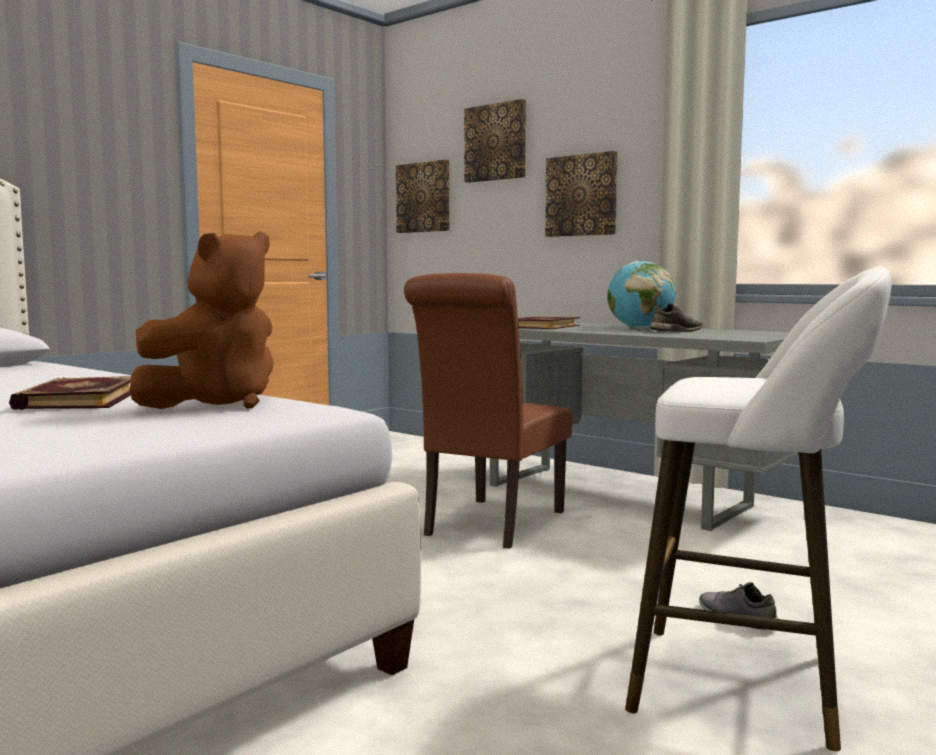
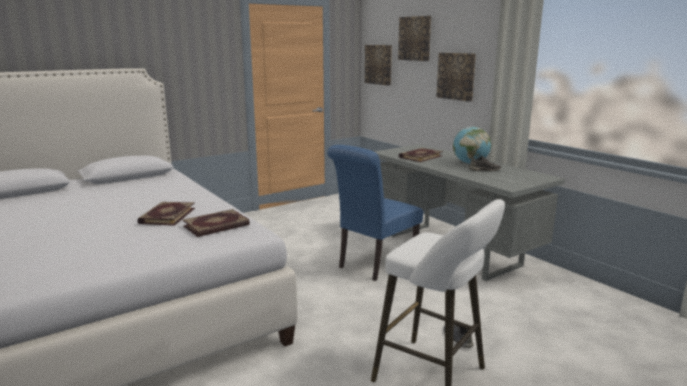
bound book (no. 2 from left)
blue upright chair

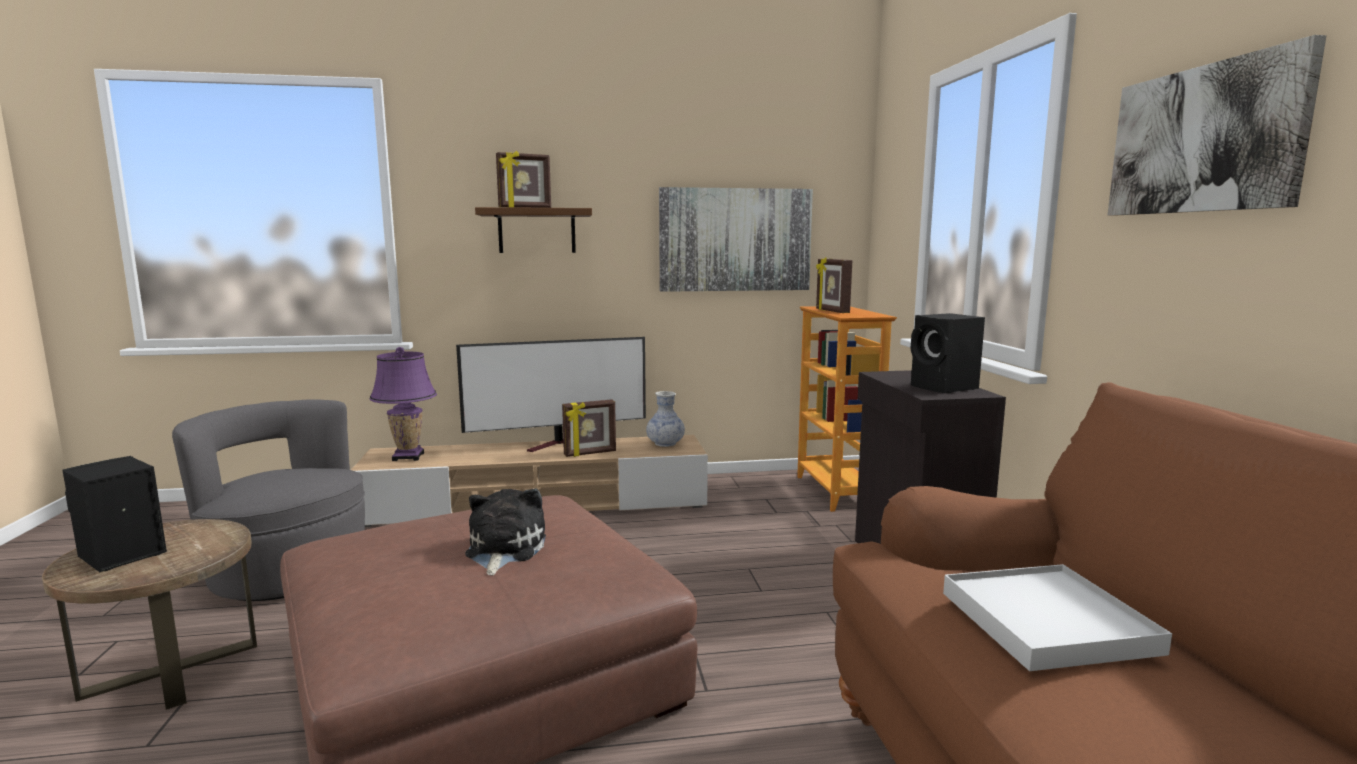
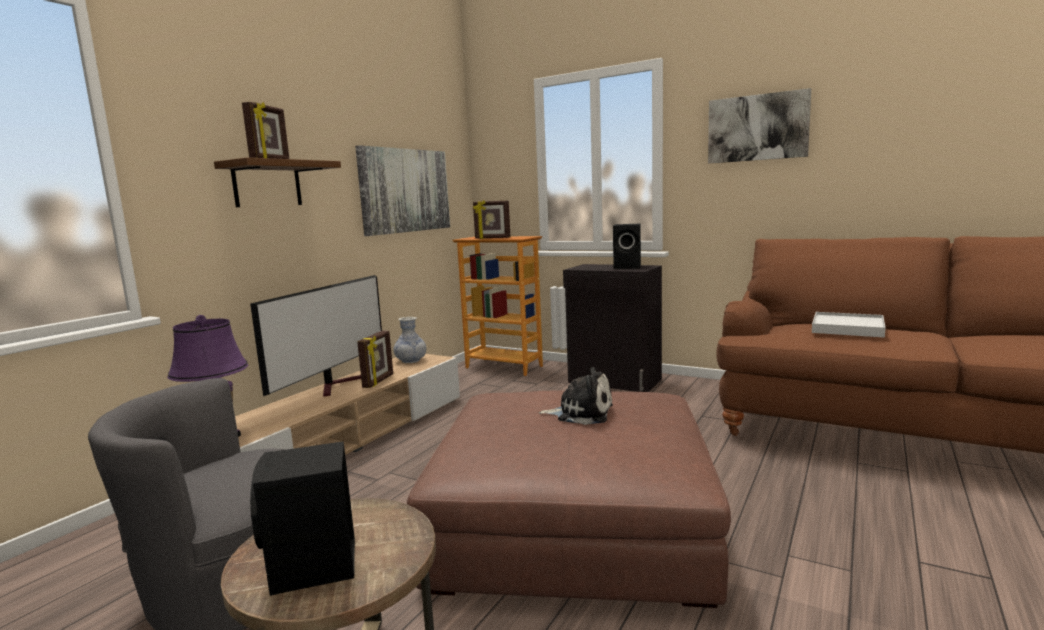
soft toy

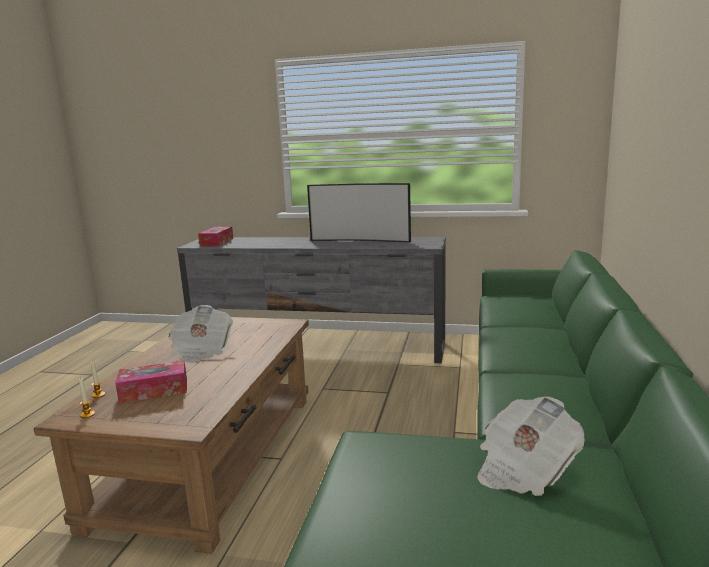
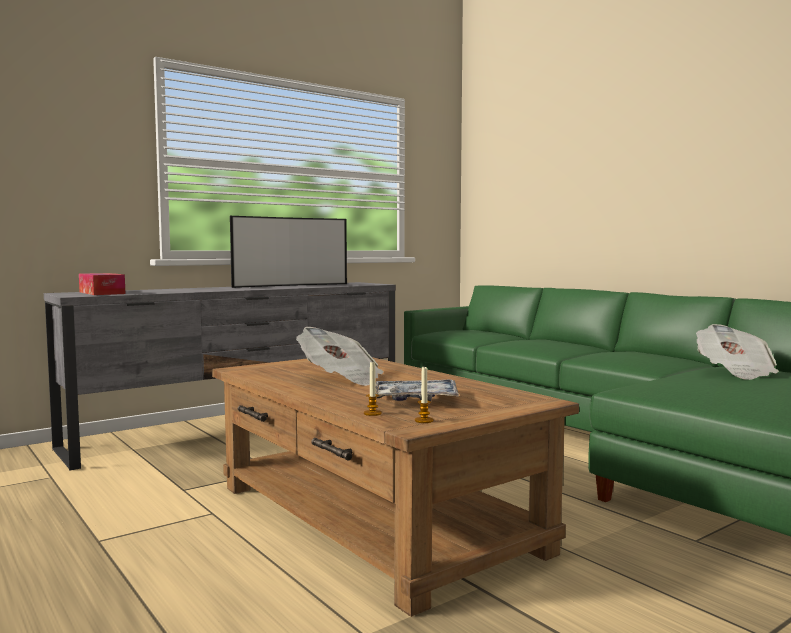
carrying tray

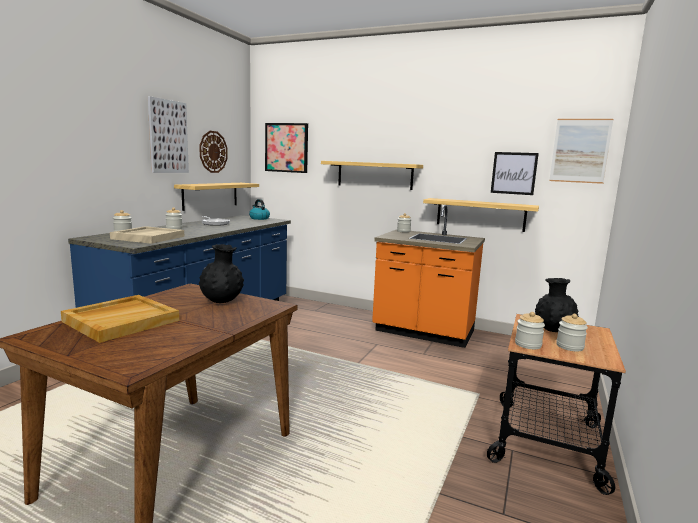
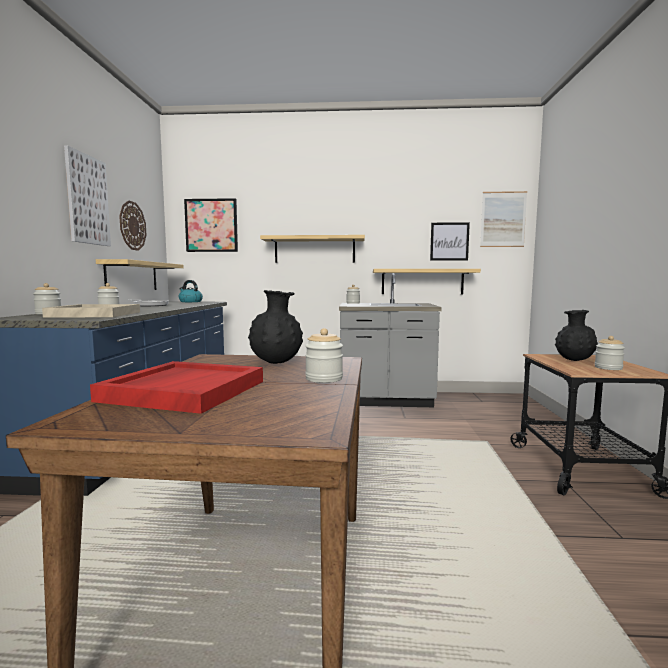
reddish carrying tray
gray kitchen counter
jar (no. 3 from left)

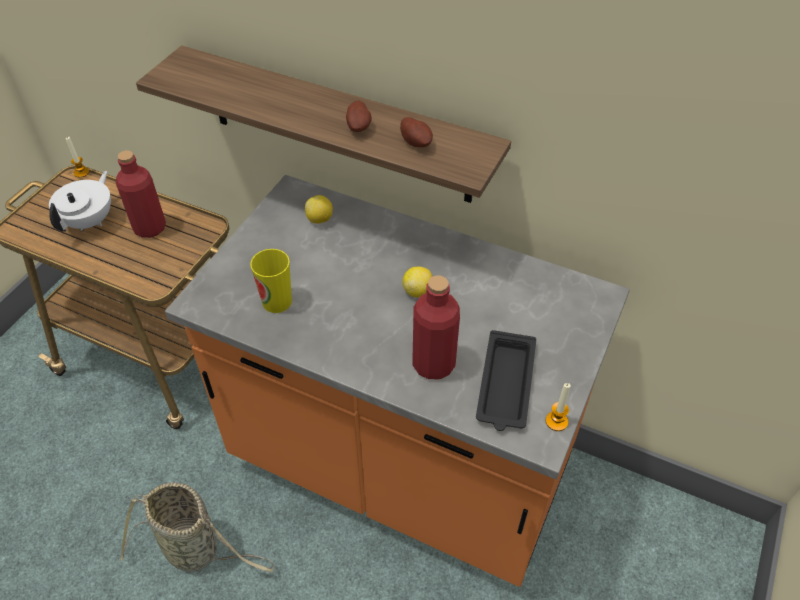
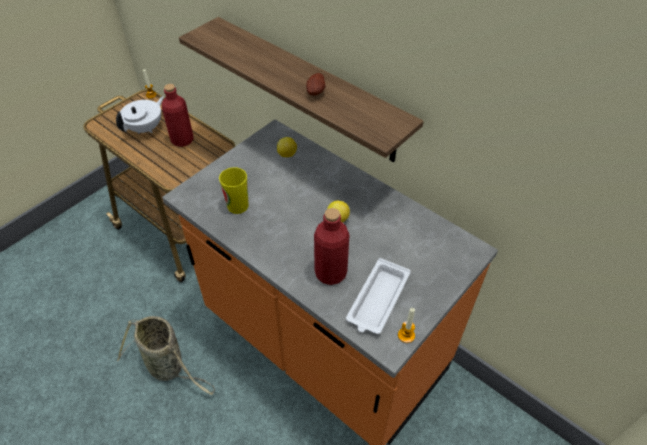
spud (no. 2 from left in the first image)
white carrying tray

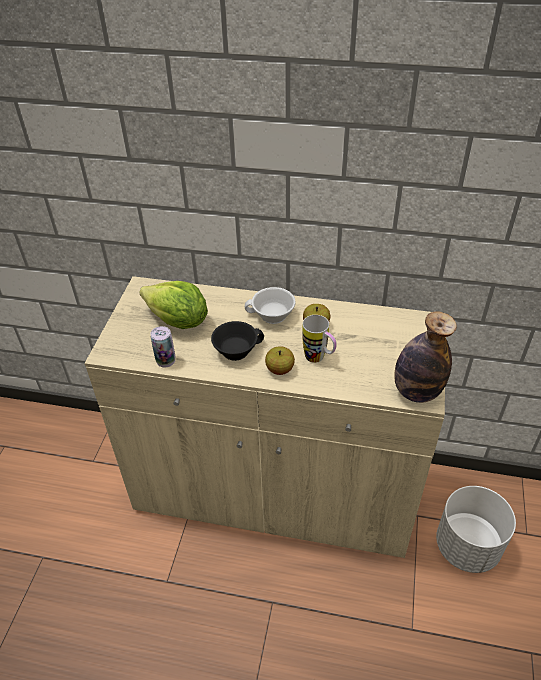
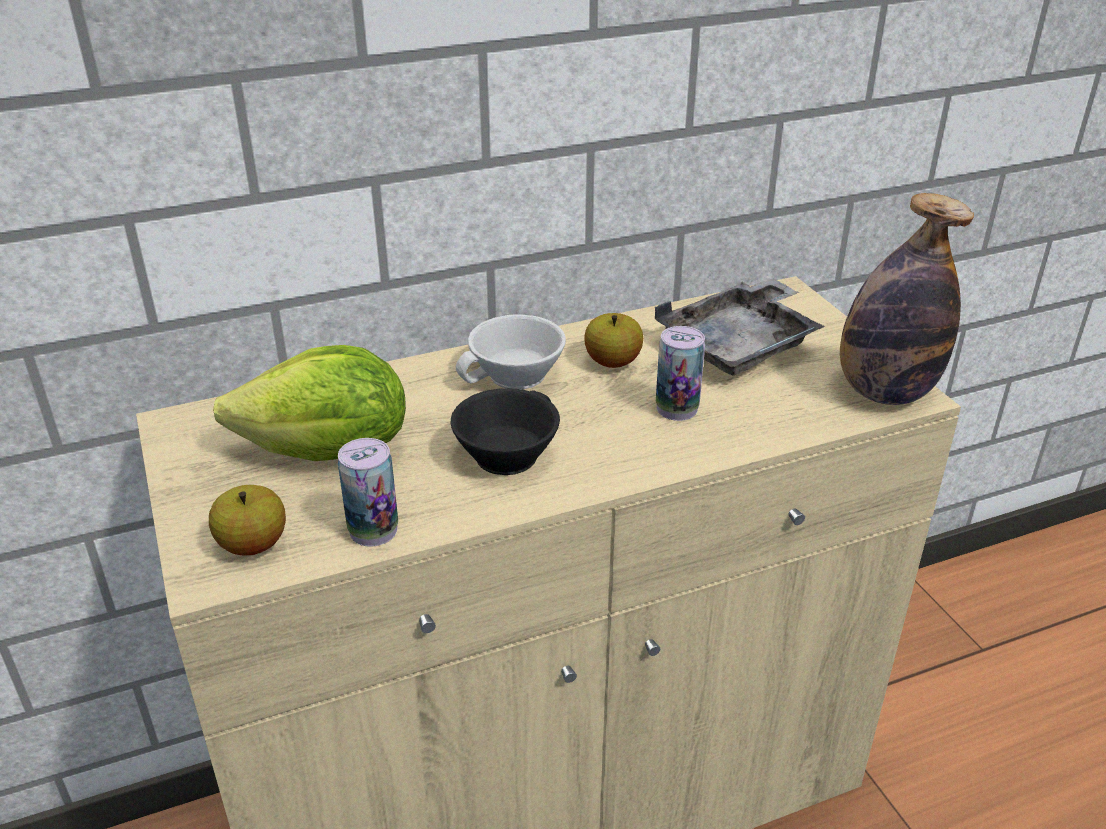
apple (no. 1 from left)
can (no. 2 from left)
white planter
gray carrying tray

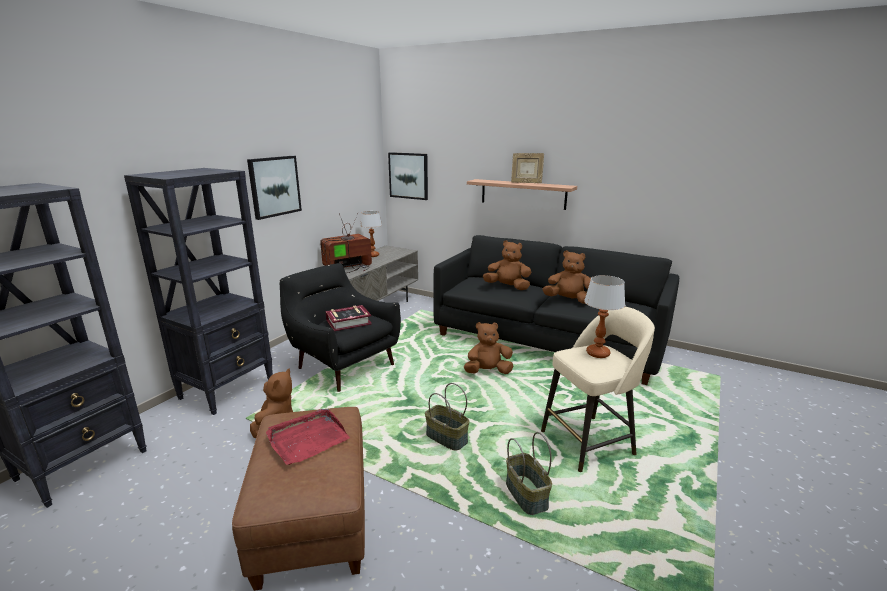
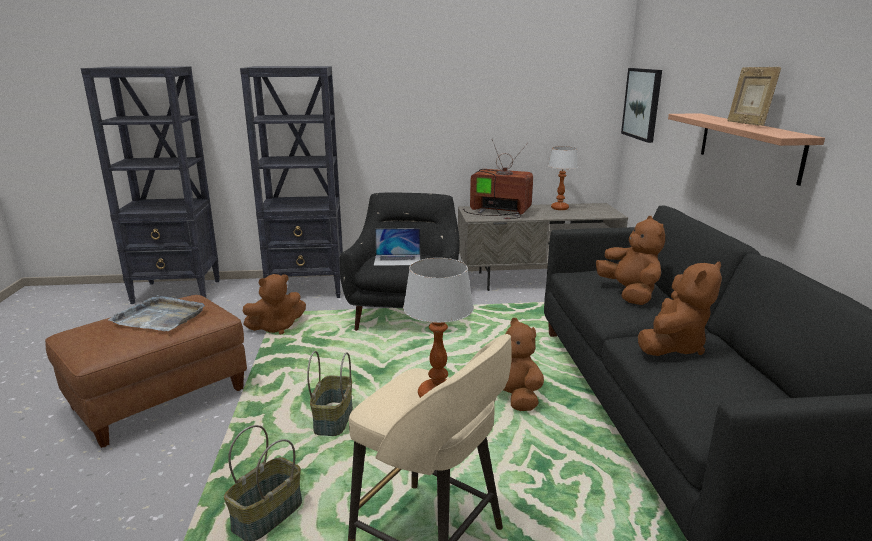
wall art (no. 1 from left in the first image)
gray carrying tray
notebook computer
brown soft toy (no. 4 from left)

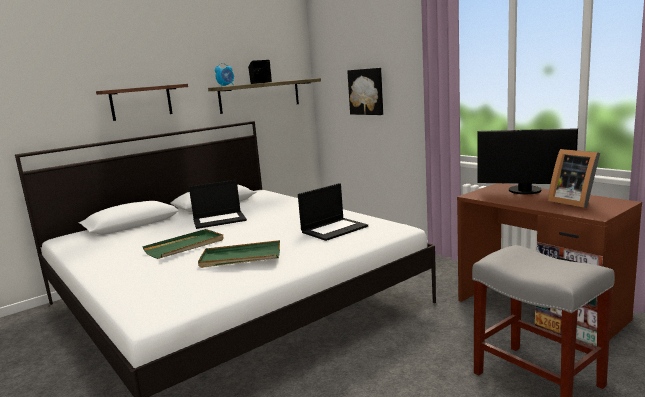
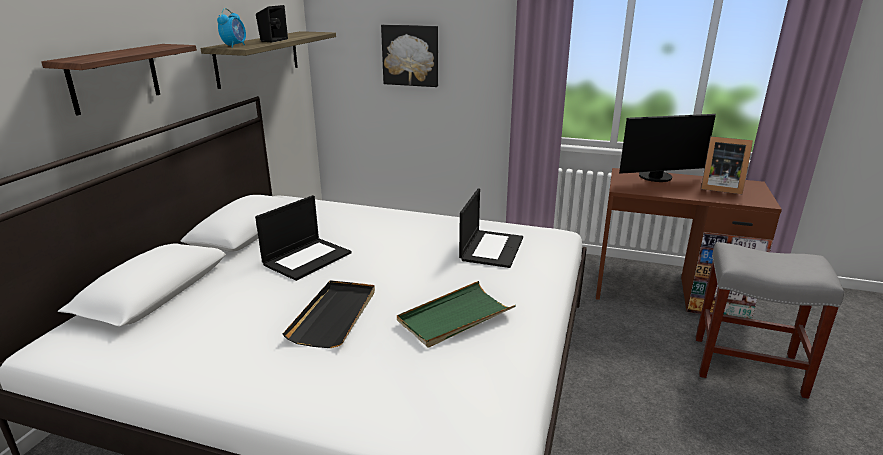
blackish carrying tray

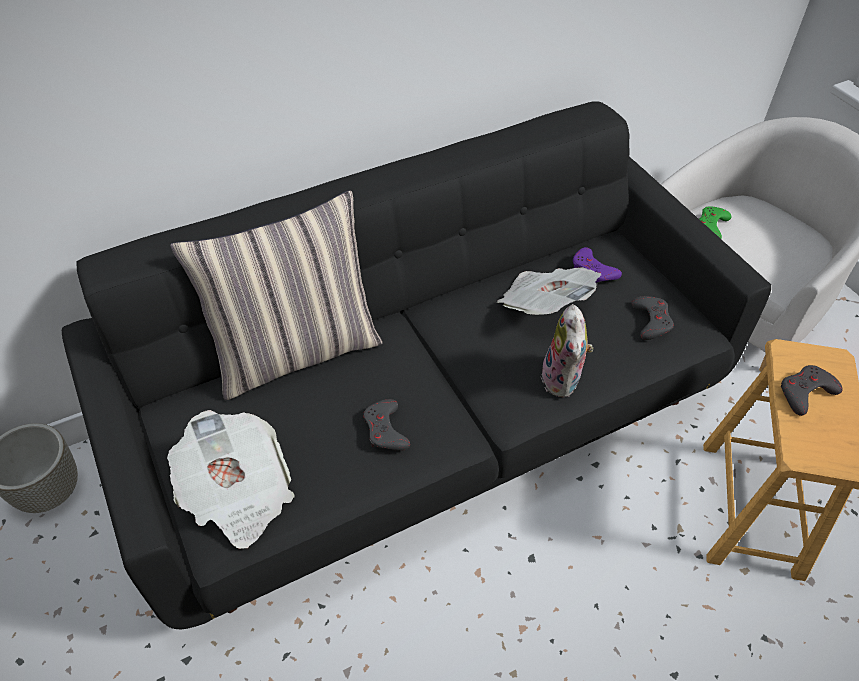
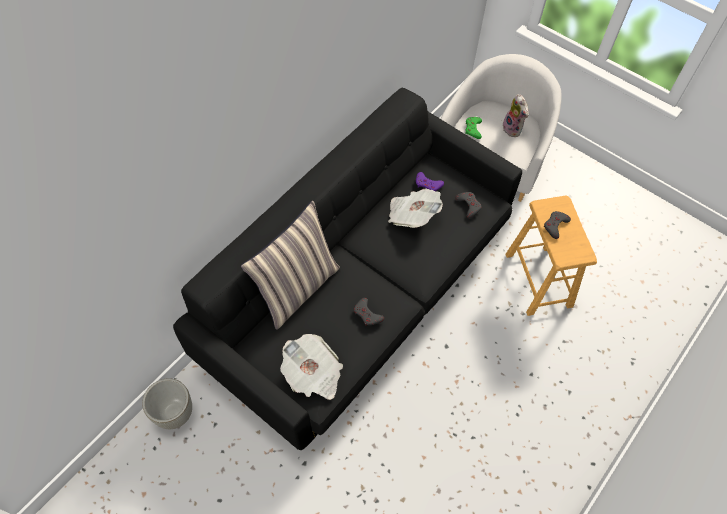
soft toy

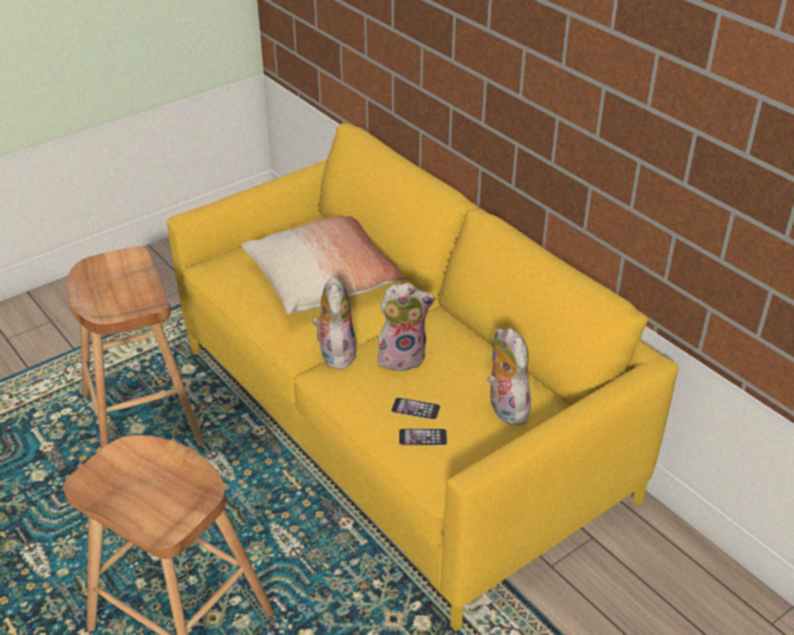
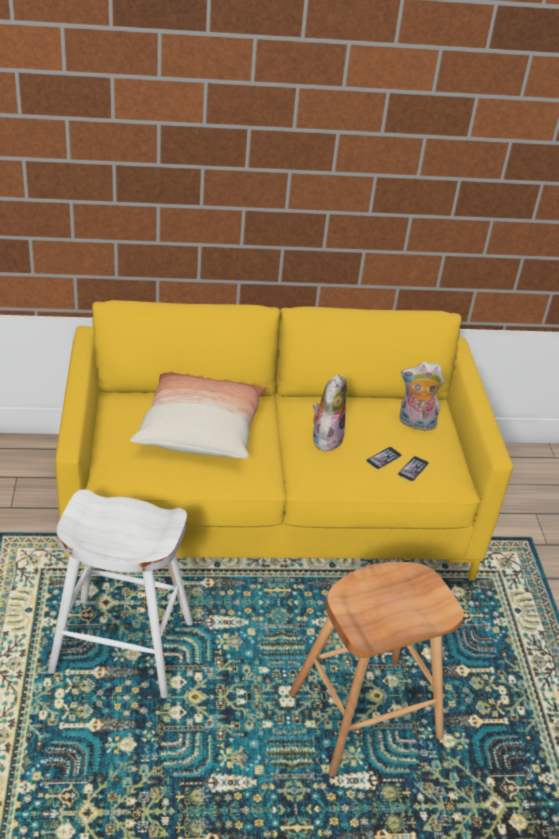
white sitting stool
soft toy (no. 1 from left in the first image)

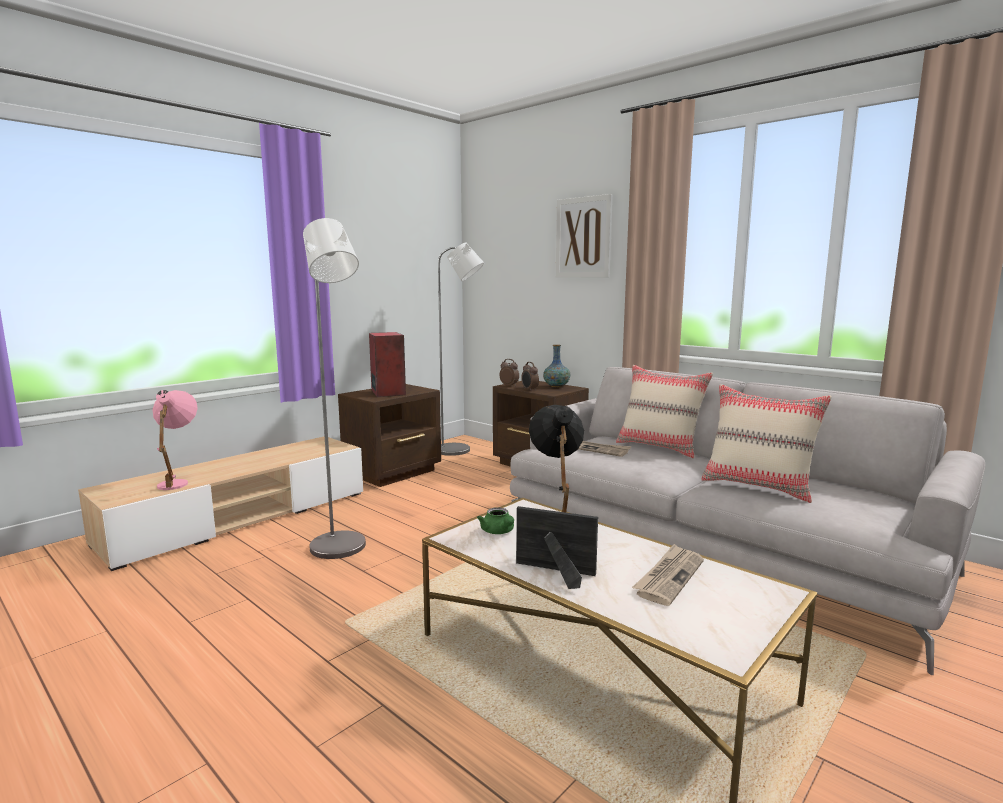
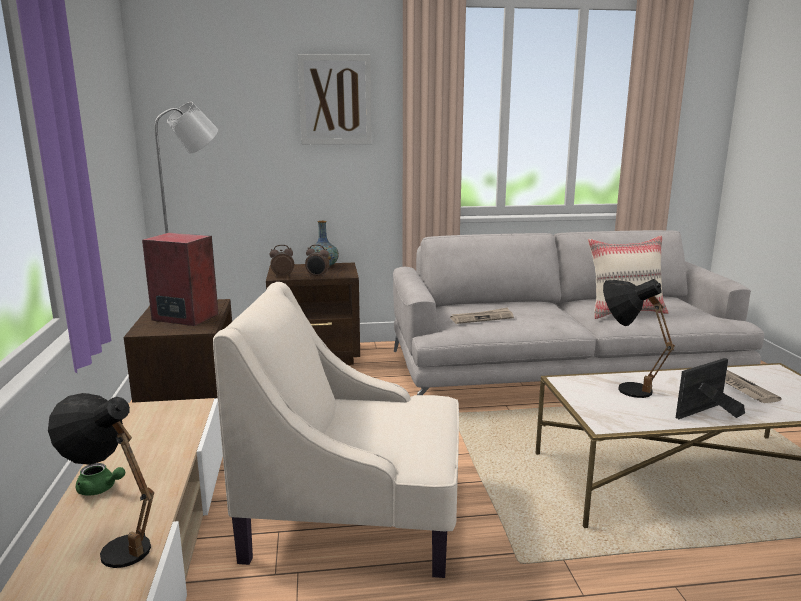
blackish tabletop lamp (no. 1 from left)
sand-coloured lounge chair
greenish tea pot
sand-coloured pillow (no. 1 from left in the first image)

